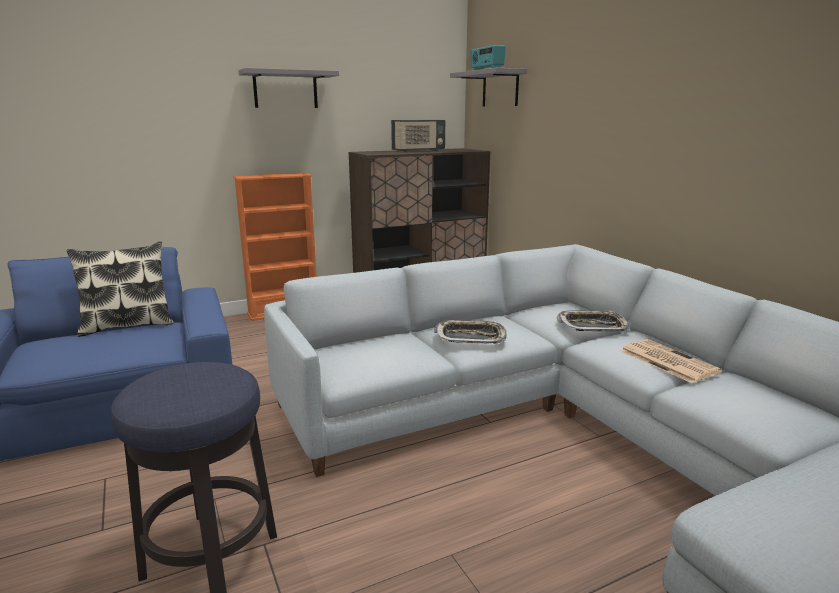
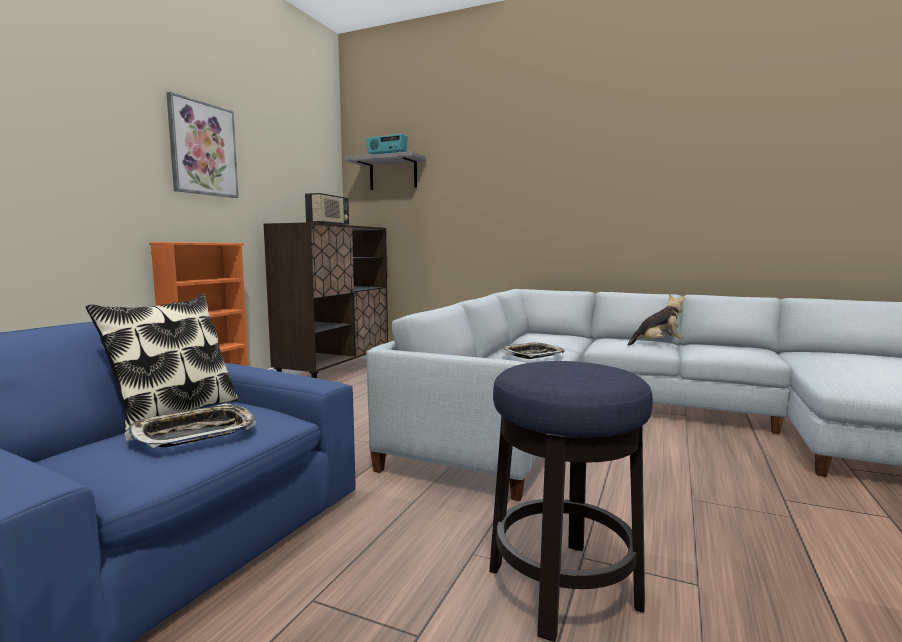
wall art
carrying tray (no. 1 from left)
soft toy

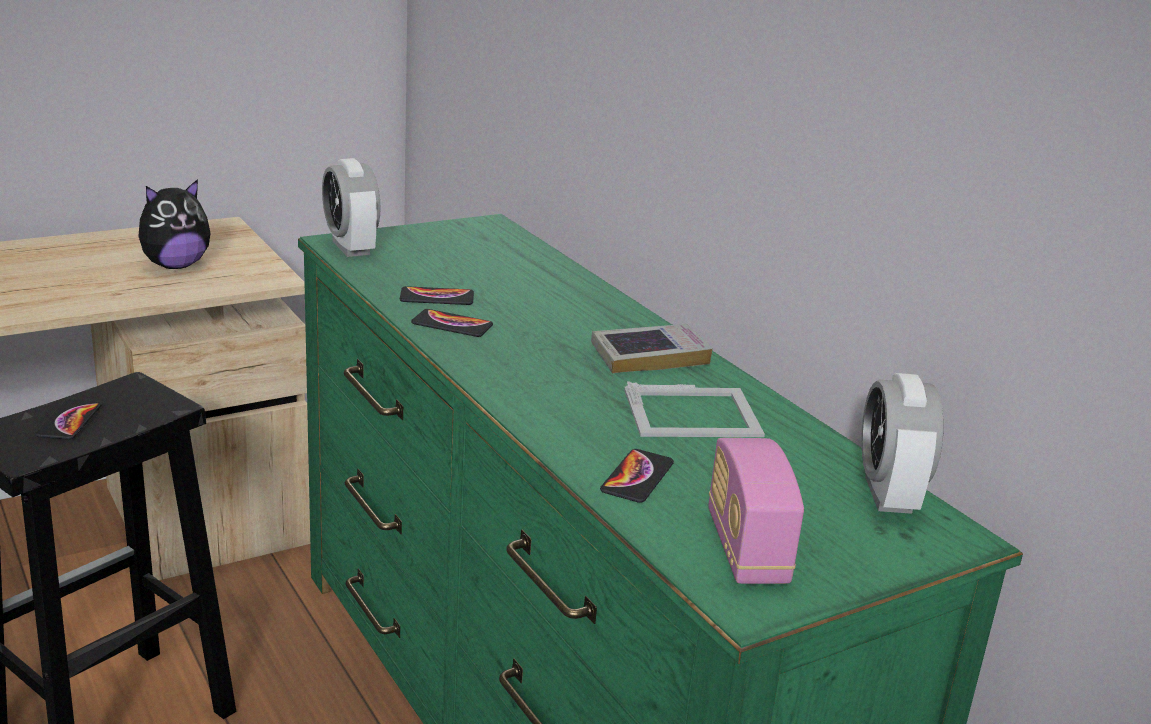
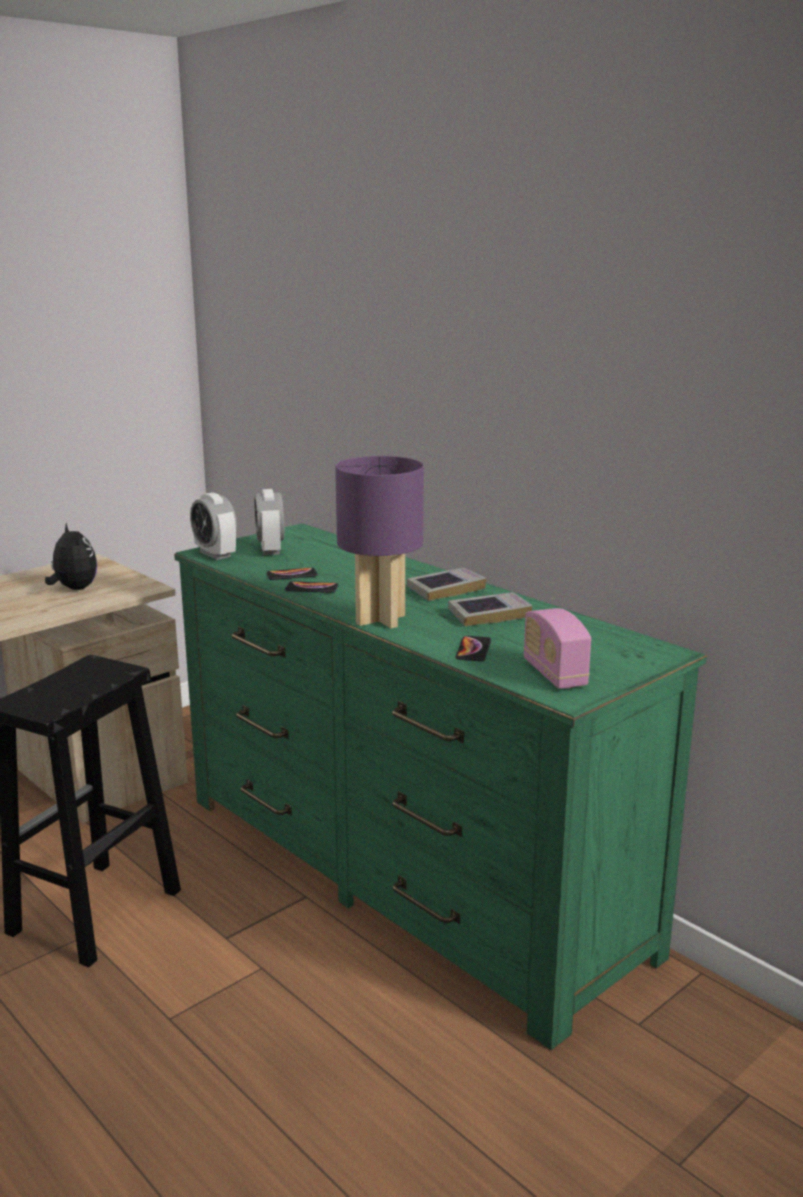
handset (no. 1 from left in the first image)
soft toy
bound book (no. 2 from left)
bedside clock (no. 2 from left)
purple-coloured tabletop lamp

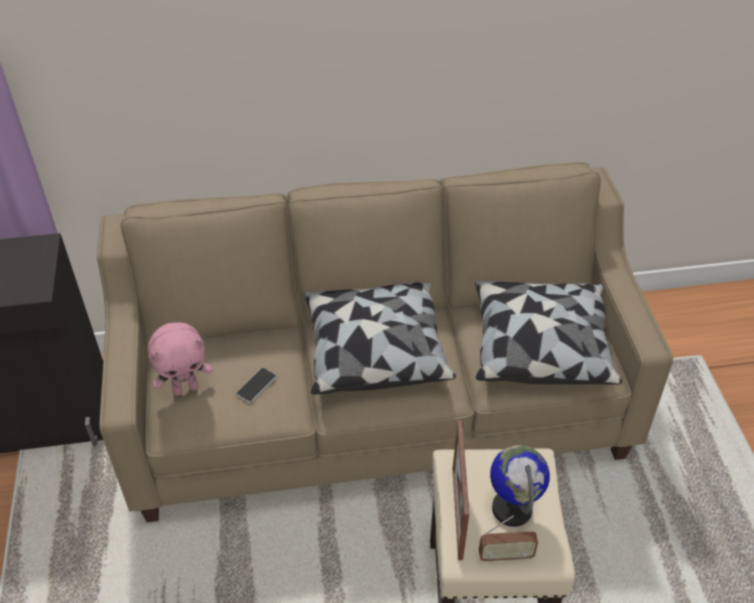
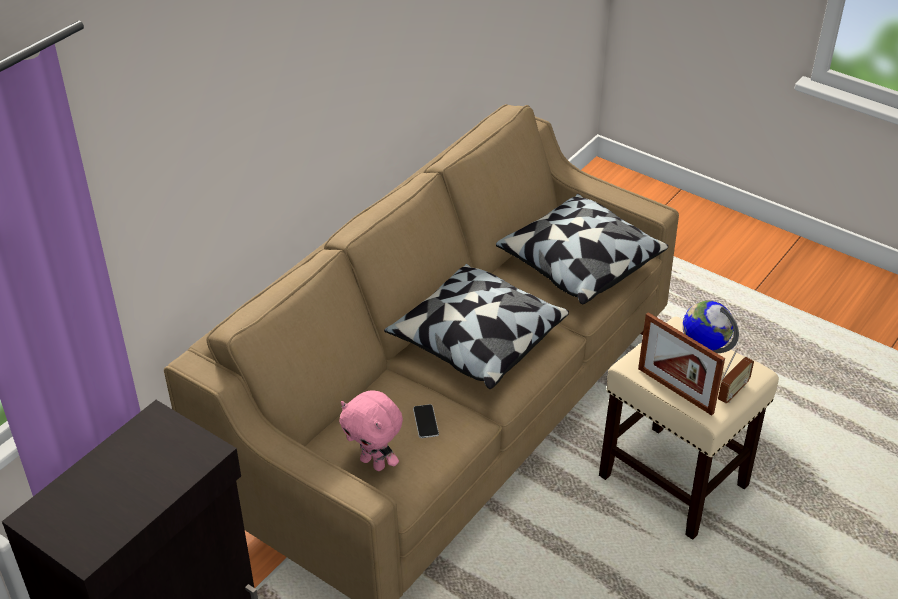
pinkish soft toy

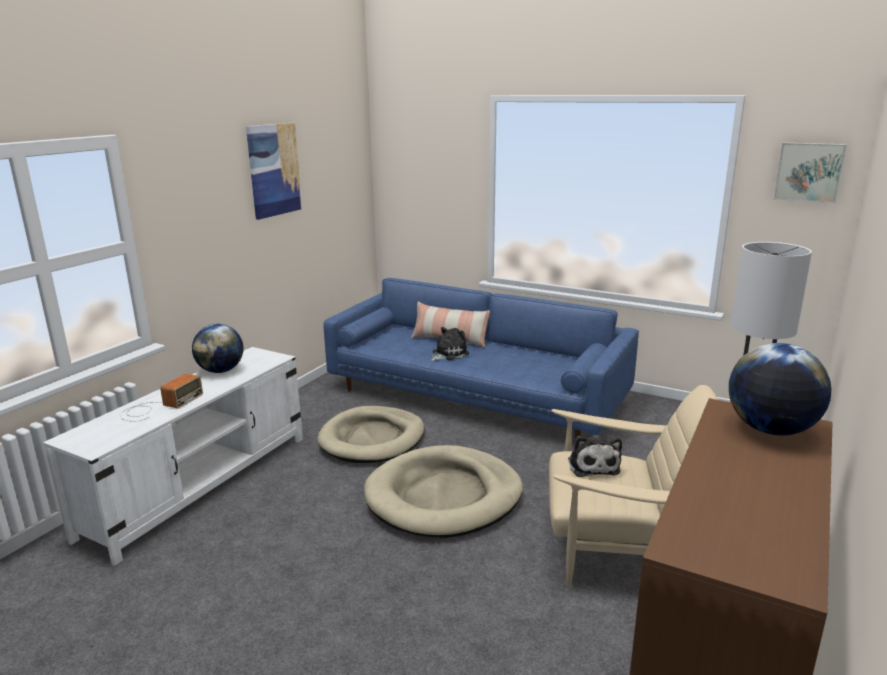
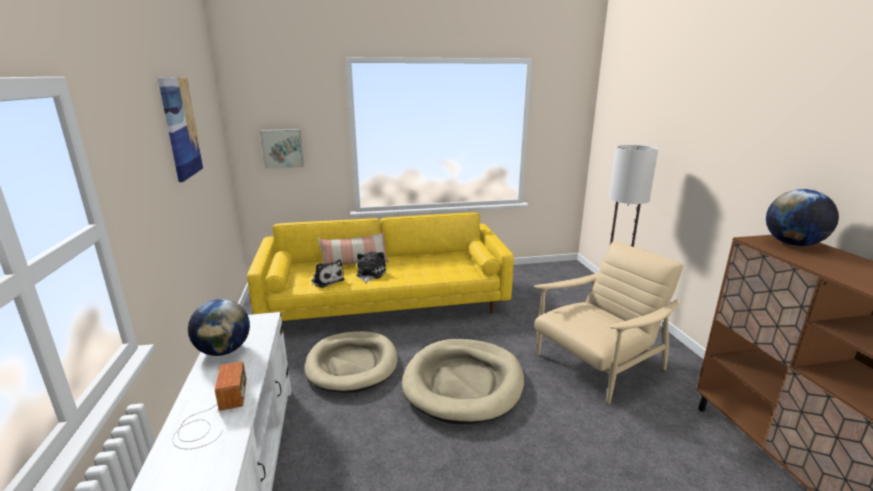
yellowish sofa
soft toy (no. 1 from left)
wall art (no. 2 from left)

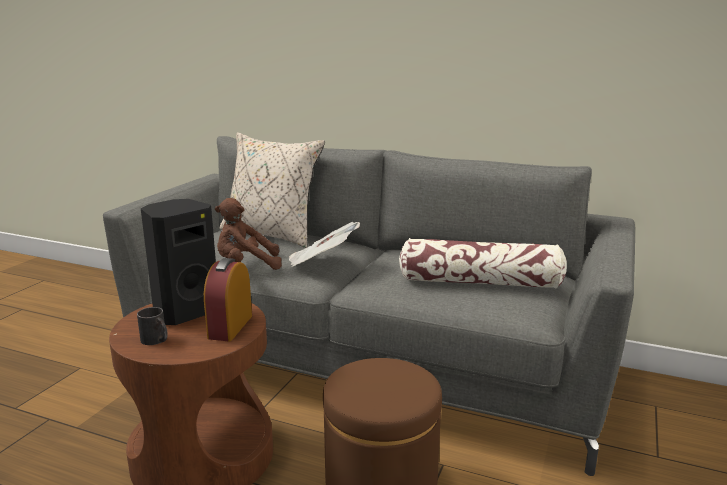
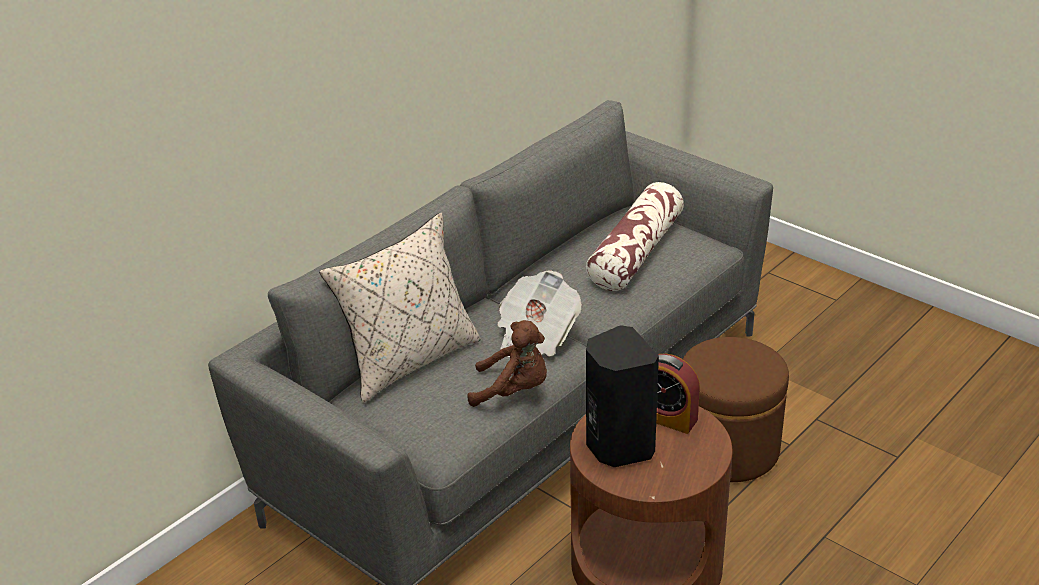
blackish mug
brown soft toy

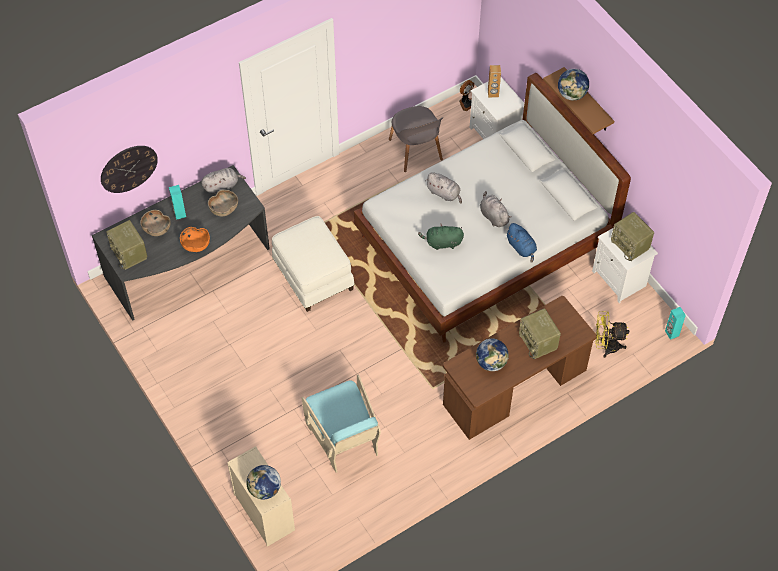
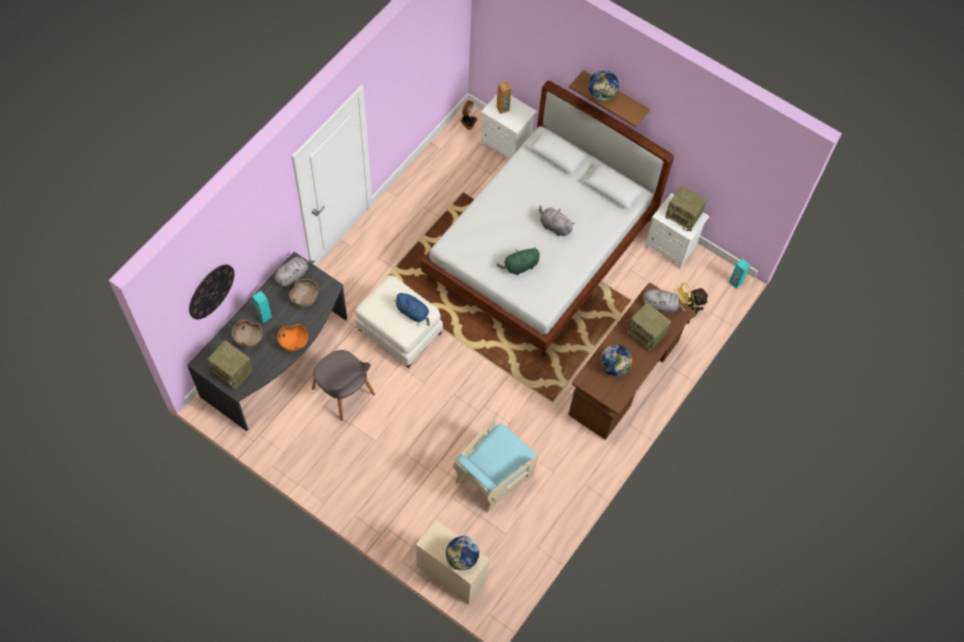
turquoise-coloured lounge chair
gray upright chair
gray soft toy (no. 3 from left)
blue soft toy

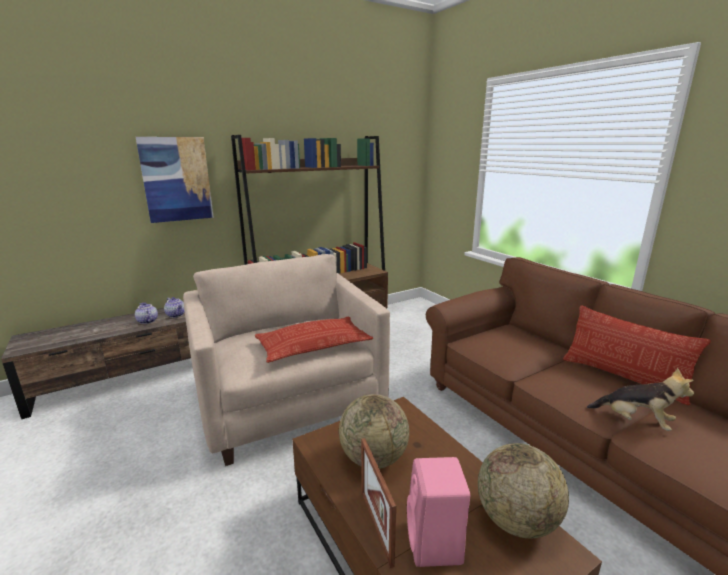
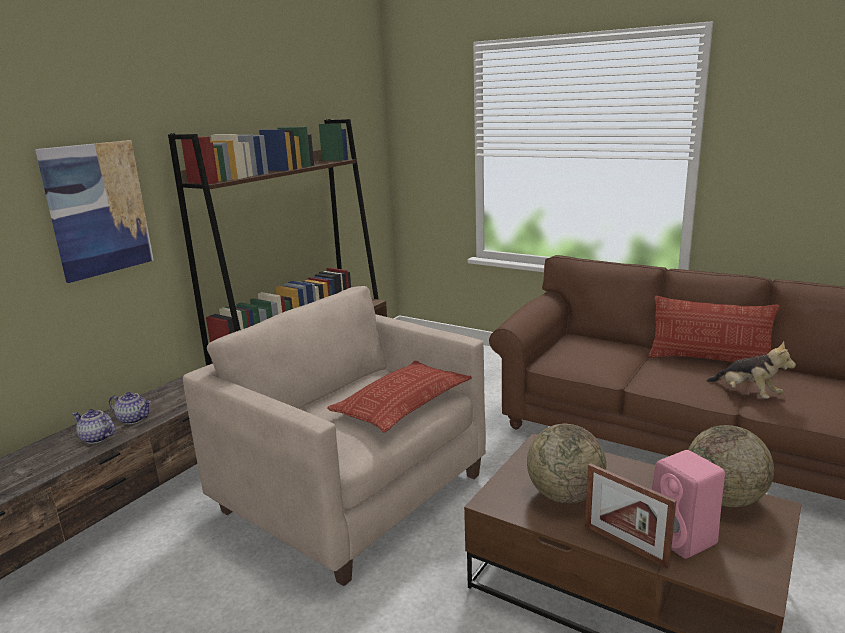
soft toy

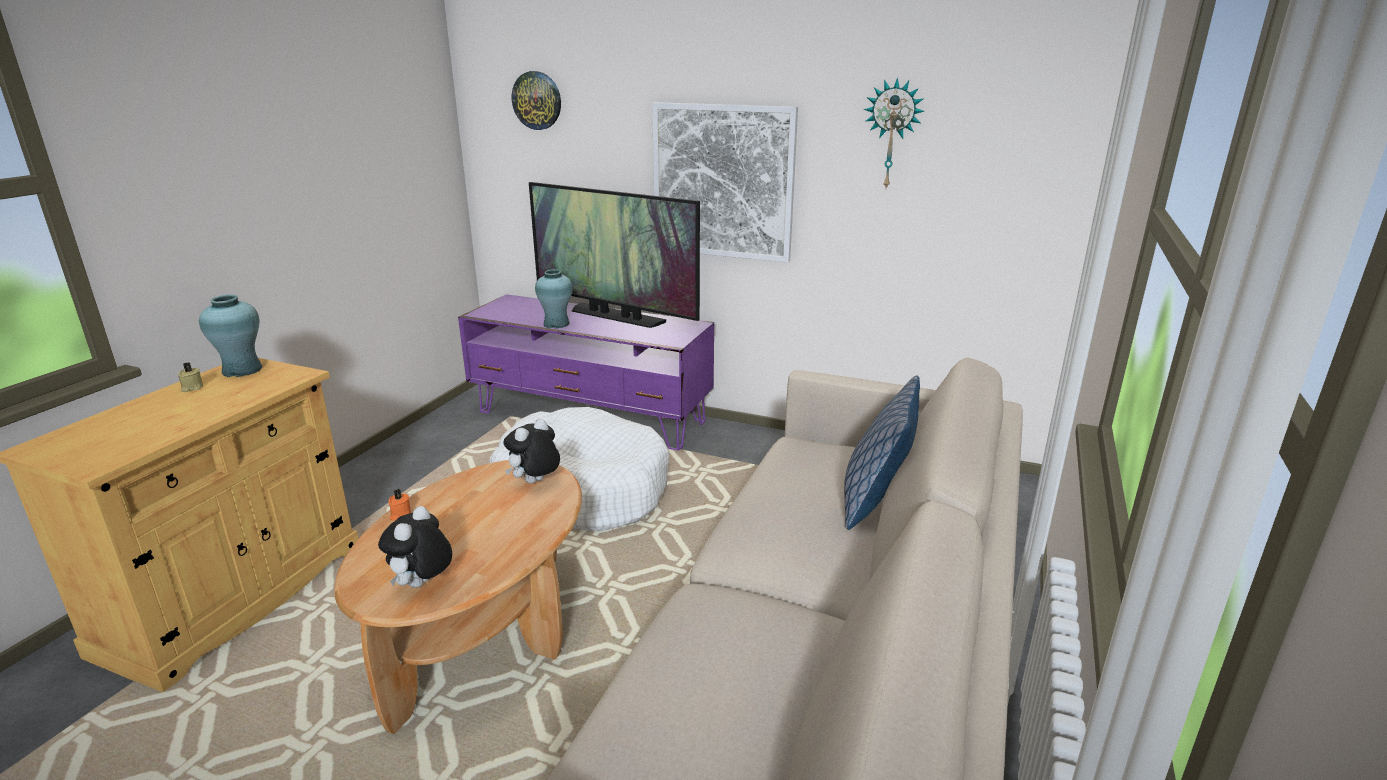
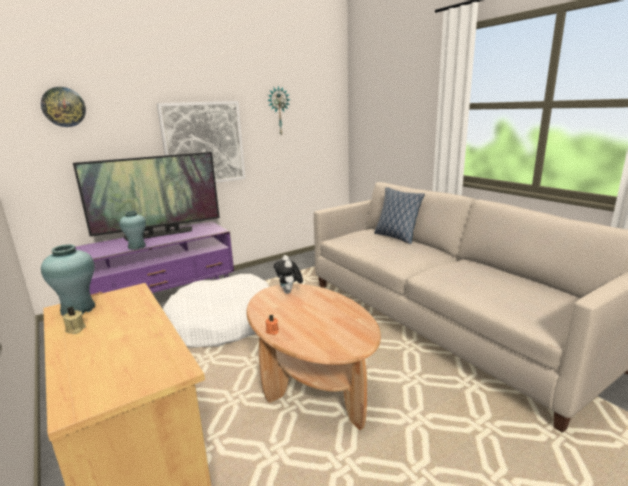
soft toy (no. 1 from left in the first image)

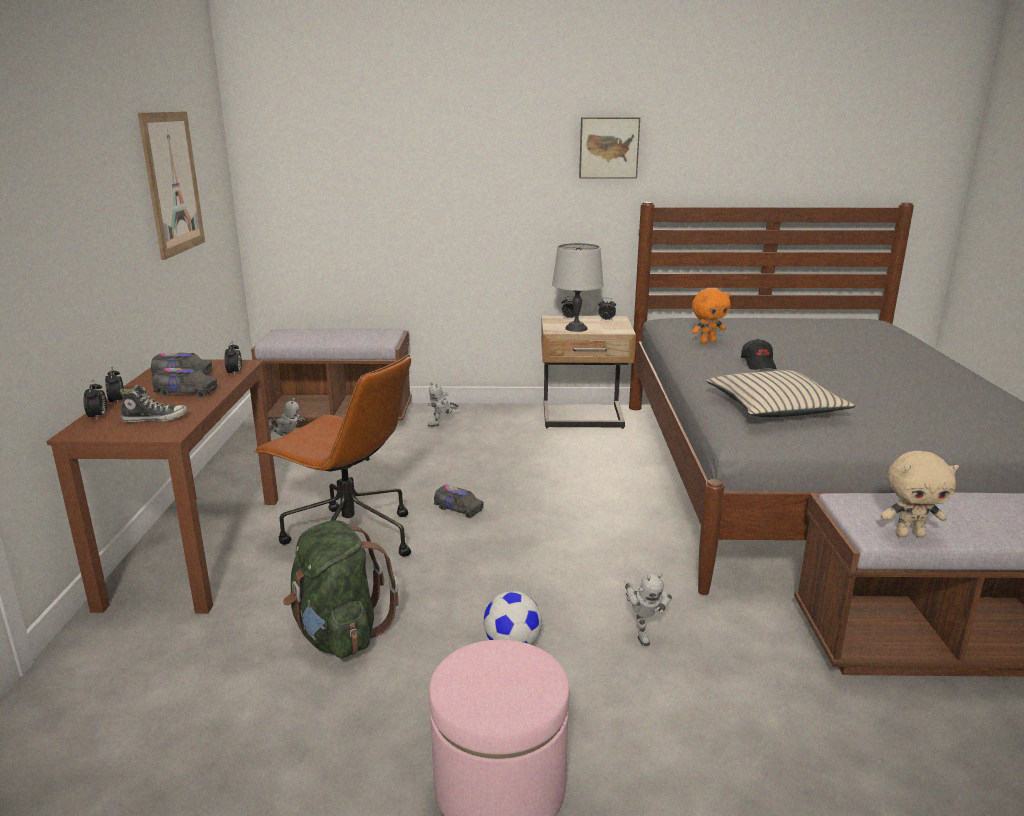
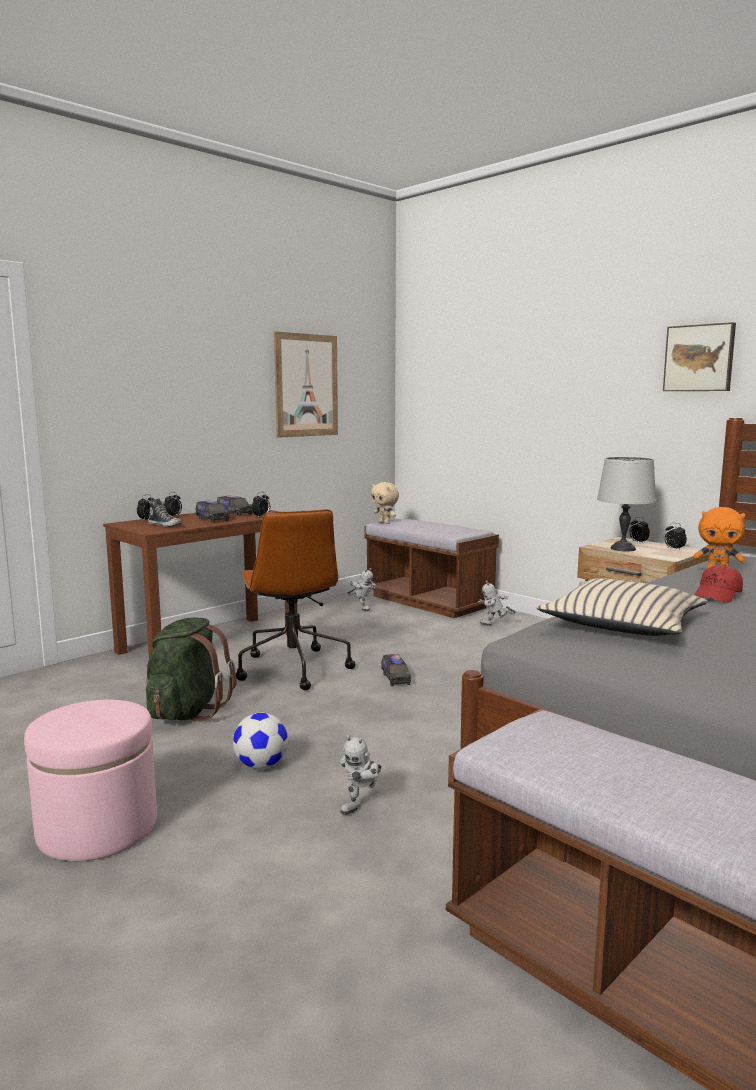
reddish peaked cap
sand-coloured soft toy

